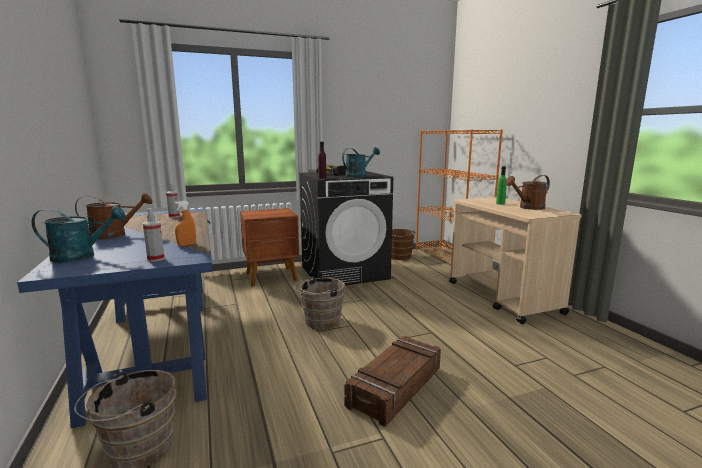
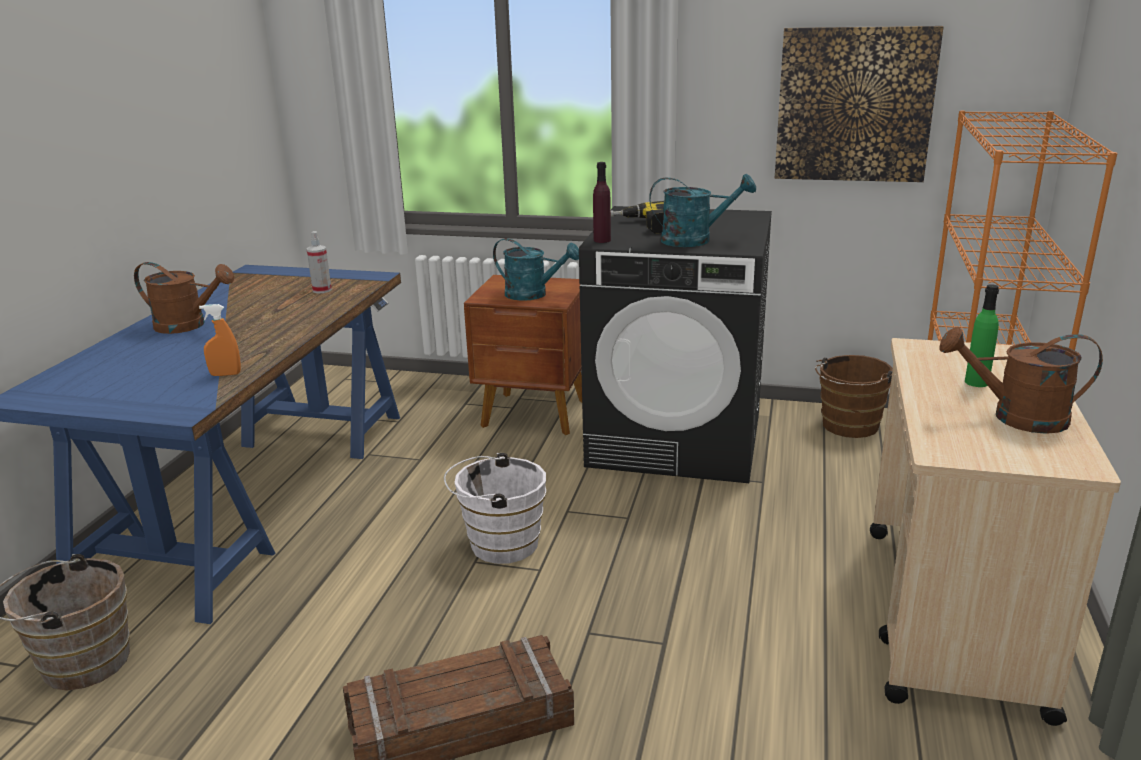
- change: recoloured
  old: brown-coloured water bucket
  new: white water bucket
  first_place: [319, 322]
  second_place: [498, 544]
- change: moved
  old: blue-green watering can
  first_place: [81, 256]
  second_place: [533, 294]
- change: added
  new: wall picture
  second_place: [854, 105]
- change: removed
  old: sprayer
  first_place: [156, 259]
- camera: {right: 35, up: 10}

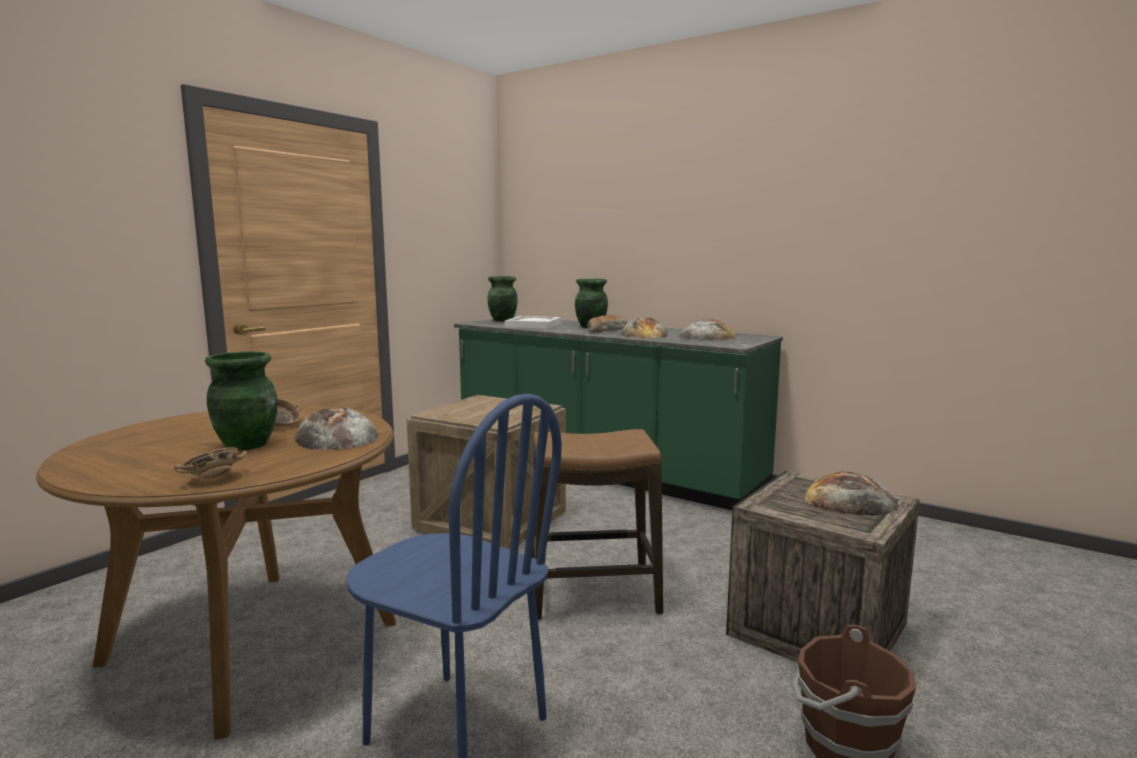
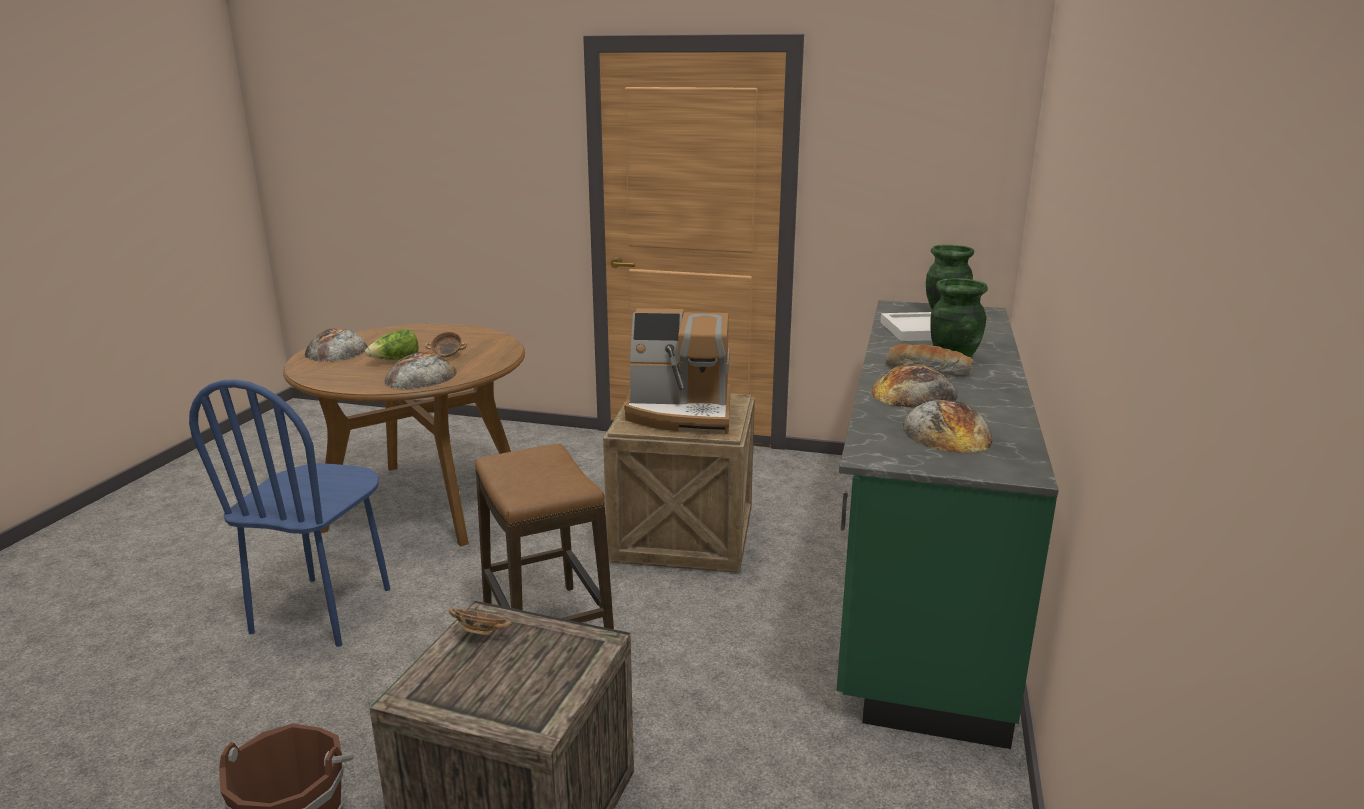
- change: moved
  old: bread
  first_place: [850, 501]
  second_place: [336, 350]
- change: replaced
  old: greenish vase
  new: lettuce head
  first_place: [247, 444]
  second_place: [395, 360]
- change: moved
  old: deep dish
  first_place: [213, 478]
  second_place: [482, 633]
- change: added
  new: coffee machine
  second_place: [681, 413]
- camera: {right: 70, up: 10}

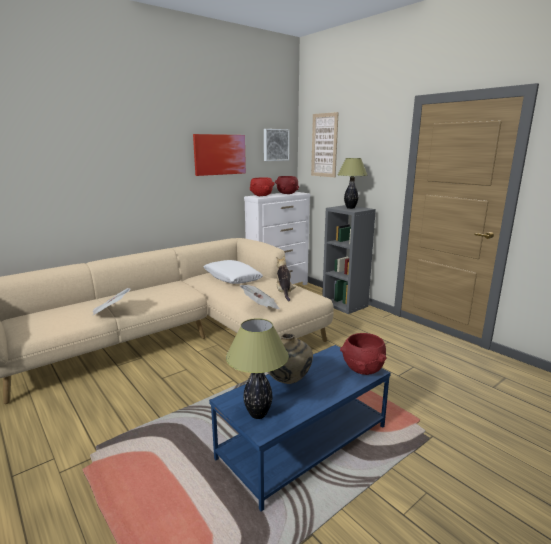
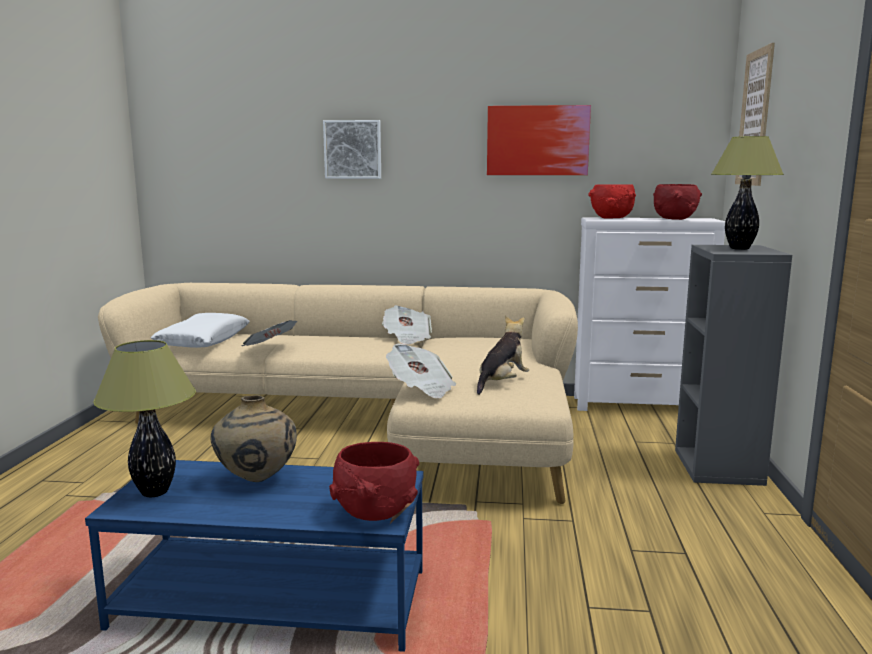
- change: moved
  old: white pillow
  first_place: [232, 278]
  second_place: [203, 341]
- change: moved
  old: wall picture
  first_place: [275, 145]
  second_place: [353, 149]
- change: added
  new: newspaper
  second_place: [407, 338]
- camera: {right: 45, up: -5}

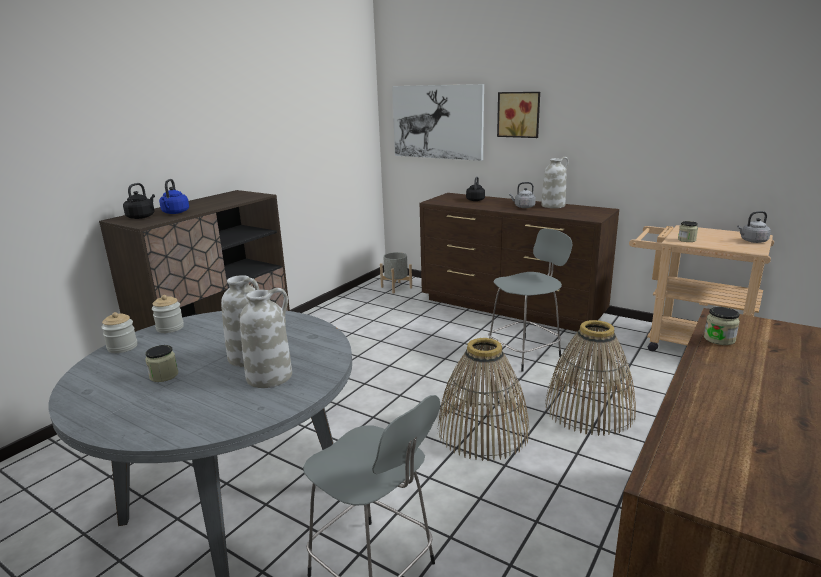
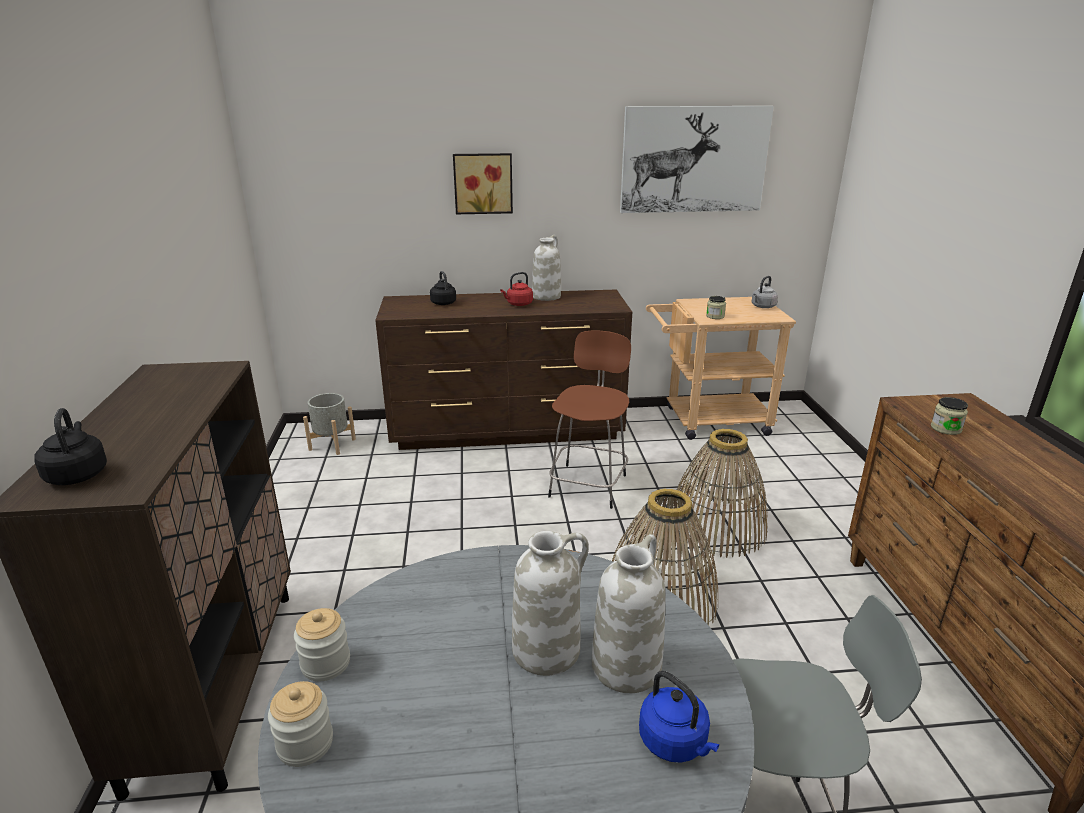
- change: recoloured
  old: gray tea kettle
  new: red-coloured tea kettle
  first_place: [523, 207]
  second_place: [518, 304]
- change: recoloured
  old: gray stool
  new: brown-coloured stool
  first_place: [525, 353]
  second_place: [589, 484]
- change: moved
  old: wall picture
  first_place: [437, 122]
  second_place: [694, 160]
- change: moved
  old: blue-coloured tea kettle
  first_place: [175, 213]
  second_place: [675, 743]
- change: removed
  old: preserve jar
  first_place: [164, 375]
- camera: {right: -40, up: 5}

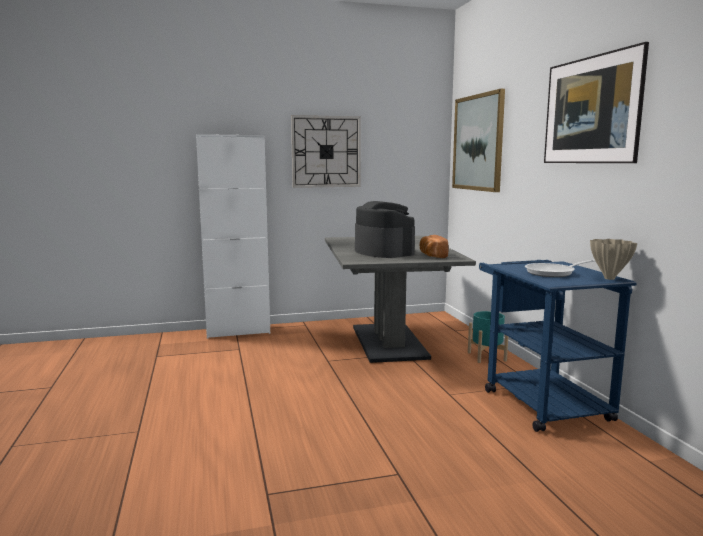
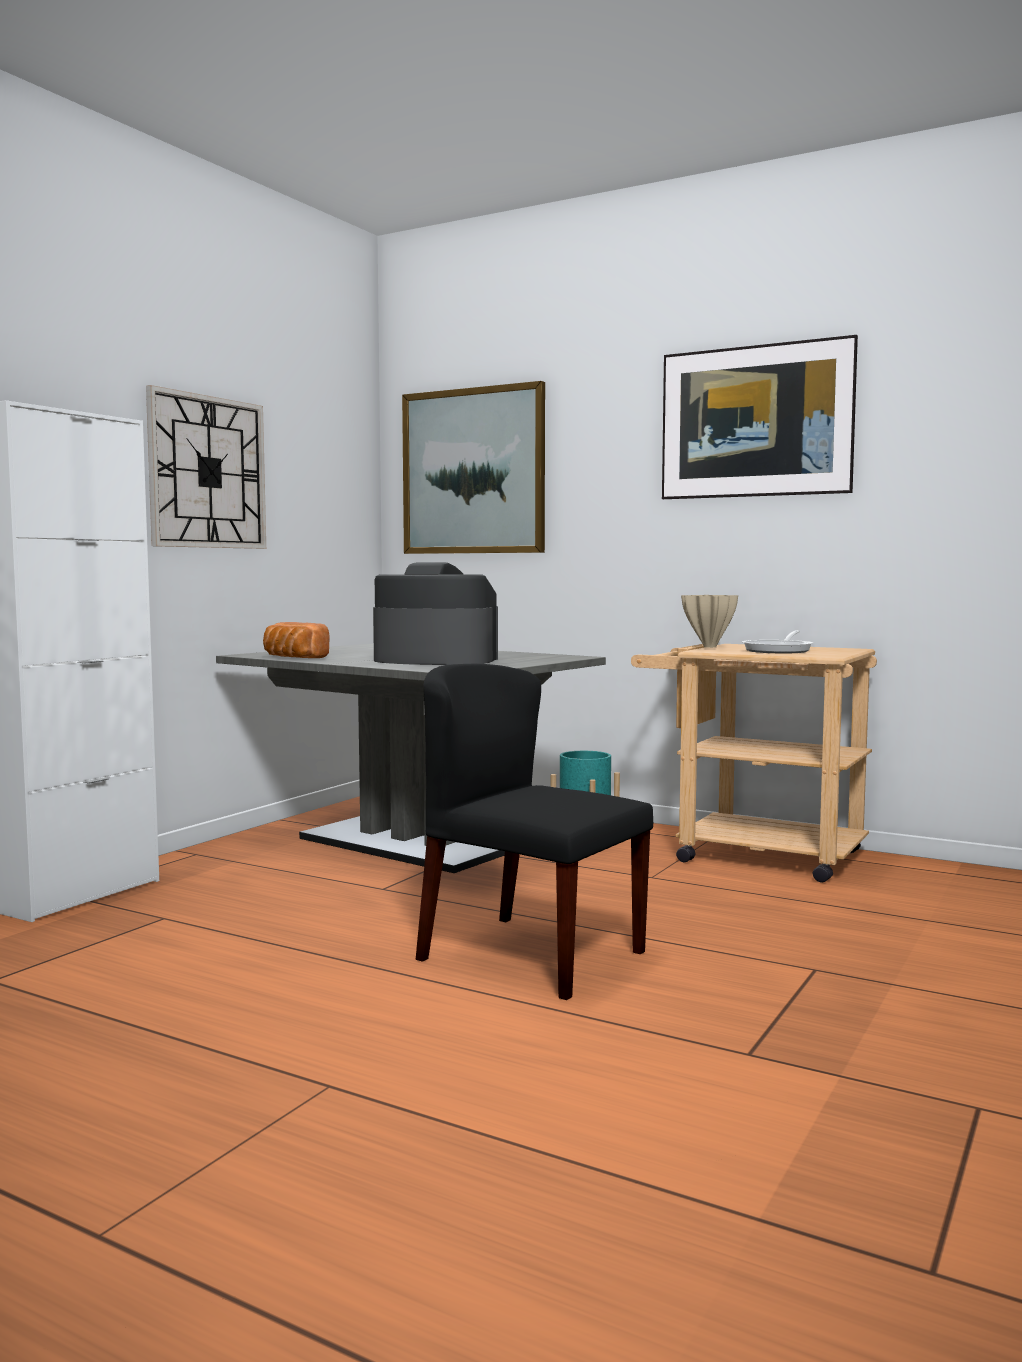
- change: moved
  old: bread
  first_place: [432, 256]
  second_place: [293, 658]
- change: added
  new: black chair
  second_place: [529, 955]
- change: recoloured
  old: blue-coloured cart
  new: beige-coloured cart
  first_place: [539, 400]
  second_place: [752, 854]
- change: moved
  old: beige-coloured vase
  first_place: [609, 278]
  second_place: [709, 647]
- camera: {right: -45, up: -5}

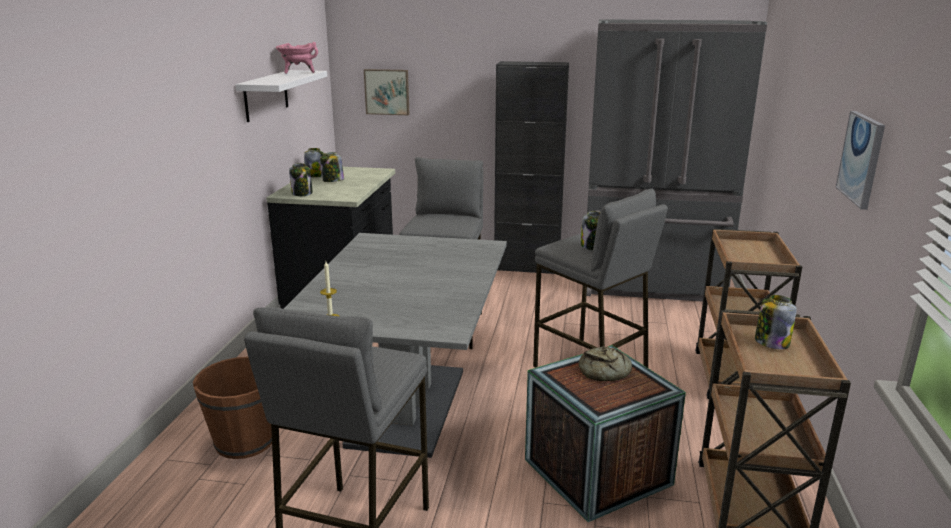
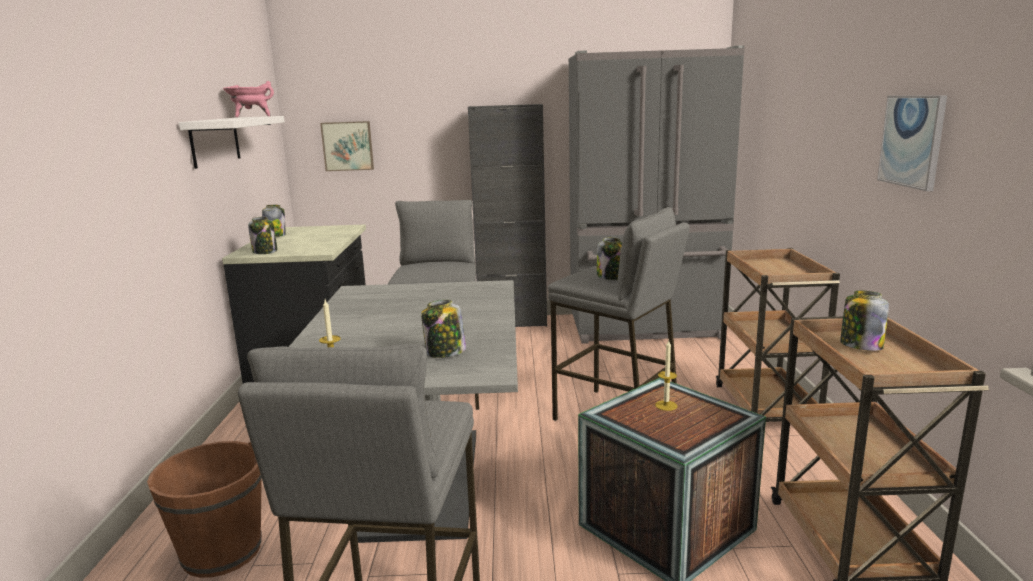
- change: moved
  old: preserve jar
  first_place: [332, 180]
  second_place: [445, 353]
- change: replaced
  old: bread
  new: wax candle
  first_place: [604, 371]
  second_place: [666, 405]
- camera: {right: -10, up: -5}

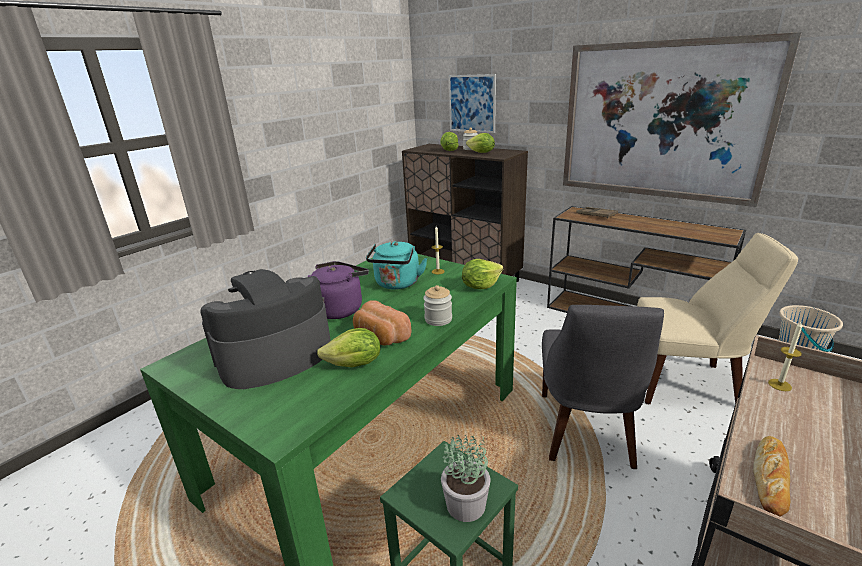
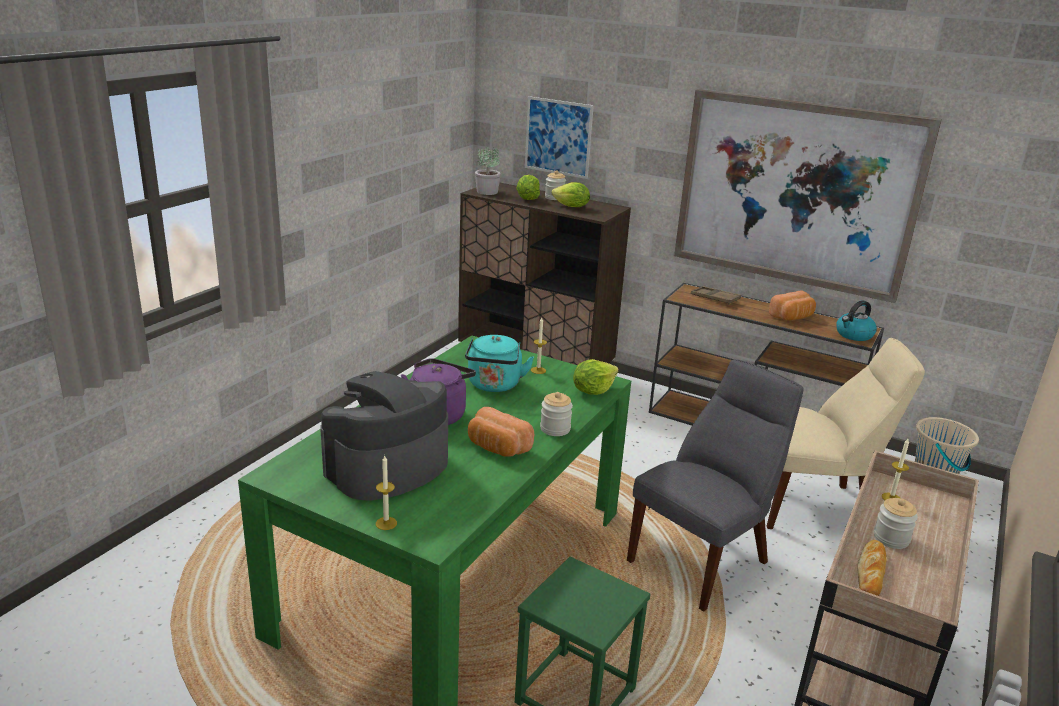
- change: added
  new: wax candle
  second_place: [386, 523]
- change: moved
  old: houseplant
  first_place: [466, 505]
  second_place: [487, 192]
- change: turned
  old: gray chair
  first_place: [586, 433]
  second_place: [703, 560]
  degrees: -135
- change: added
  new: bread
  second_place: [792, 317]
- change: added
  new: tea kettle
  second_place: [854, 335]
- change: added
  new: preserve jar
  second_place: [891, 538]
- change: removed
  old: lettuce head
  first_place: [355, 365]
- camera: {right: -10, up: 0}

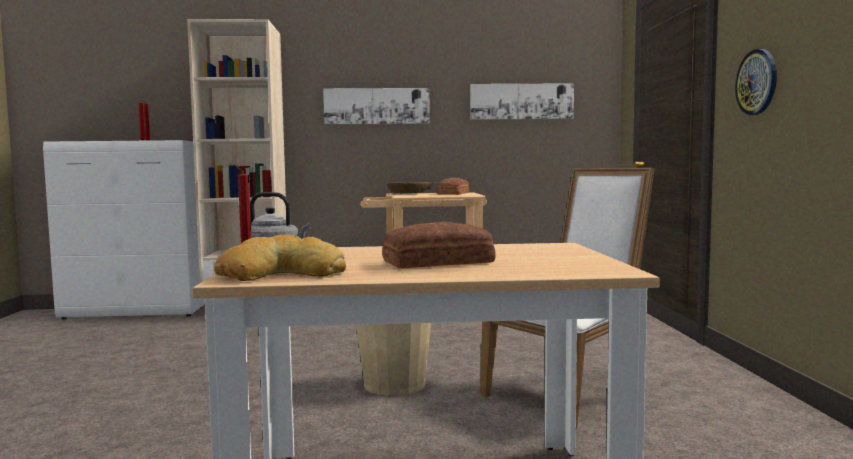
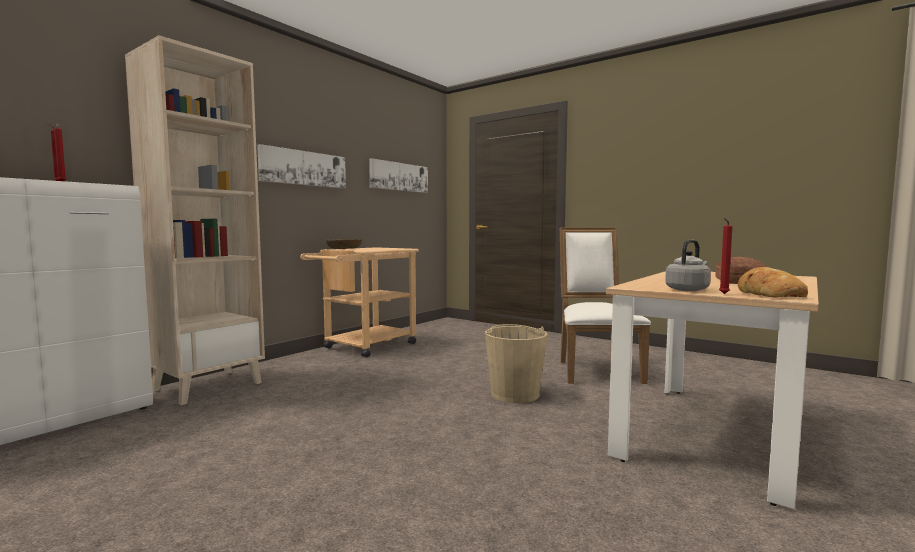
- change: removed
  old: bread
  first_place: [454, 193]
- change: removed
  old: wall clock
  first_place: [757, 82]
- camera: {right: -50, up: 0}

